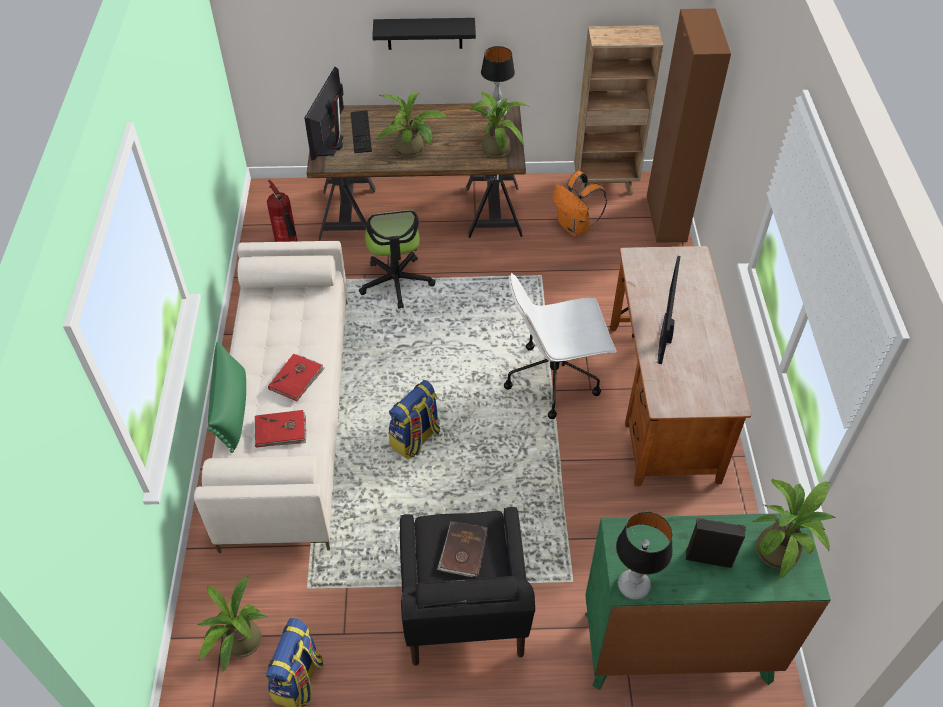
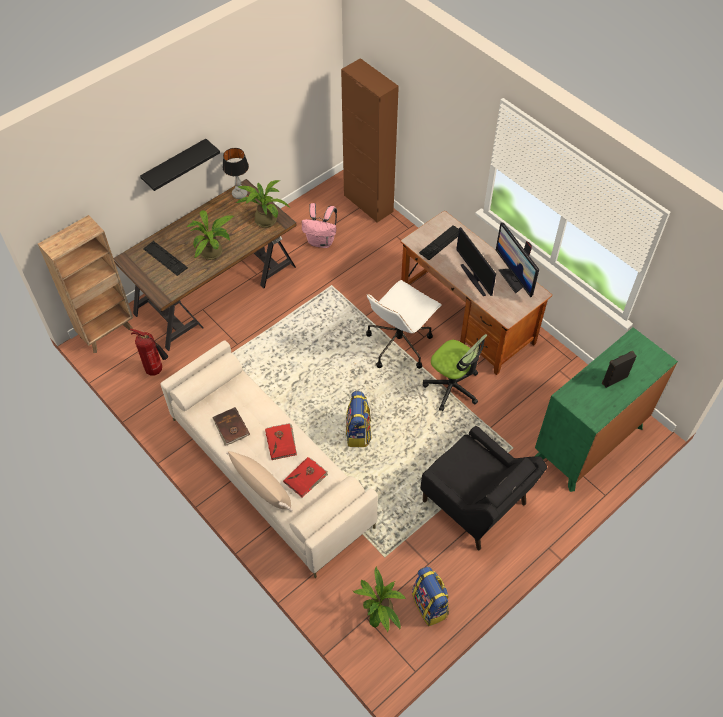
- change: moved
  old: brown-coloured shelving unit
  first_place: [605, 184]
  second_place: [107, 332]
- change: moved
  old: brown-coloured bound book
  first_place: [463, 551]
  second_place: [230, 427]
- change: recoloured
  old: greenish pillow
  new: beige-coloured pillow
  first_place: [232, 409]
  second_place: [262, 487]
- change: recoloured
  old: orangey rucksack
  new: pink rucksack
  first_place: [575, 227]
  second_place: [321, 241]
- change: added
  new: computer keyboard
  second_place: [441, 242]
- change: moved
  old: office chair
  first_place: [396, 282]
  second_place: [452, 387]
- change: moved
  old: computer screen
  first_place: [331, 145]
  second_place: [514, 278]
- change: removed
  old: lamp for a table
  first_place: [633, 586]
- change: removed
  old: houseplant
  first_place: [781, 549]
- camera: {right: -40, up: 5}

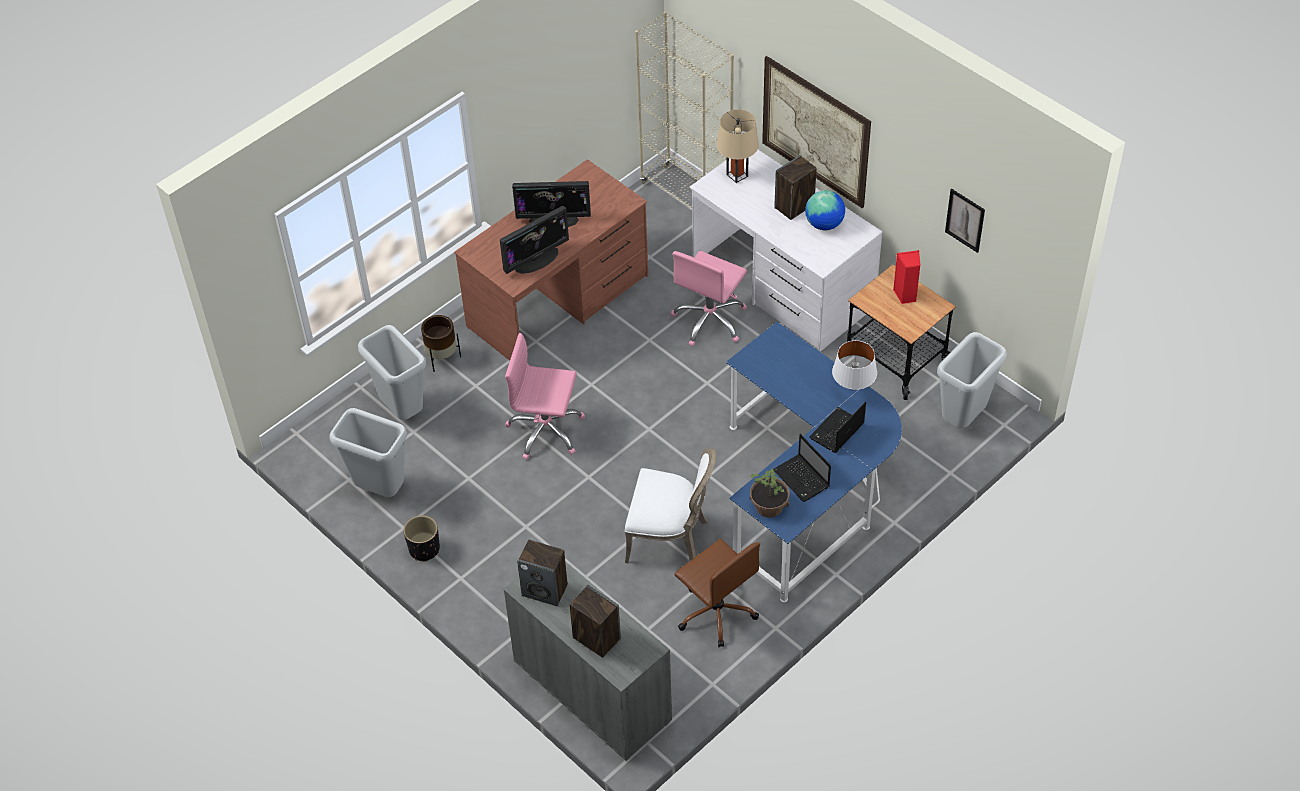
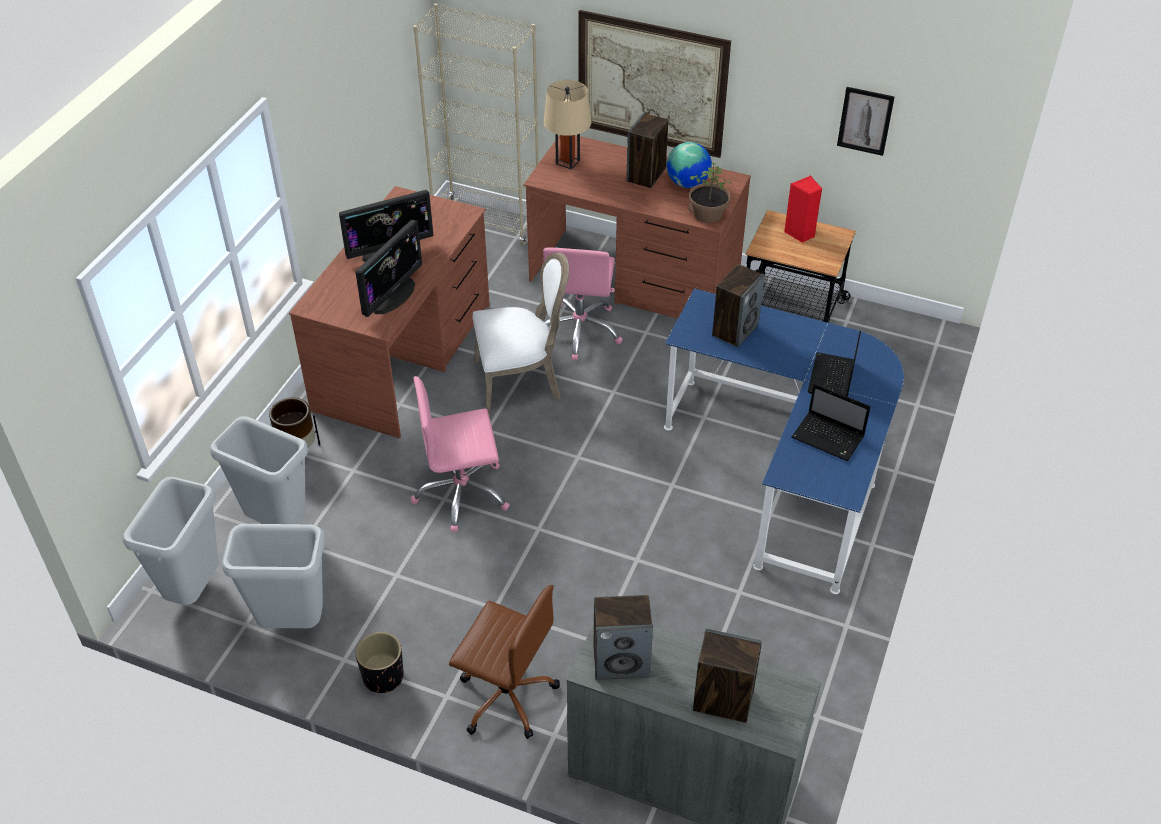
- change: moved
  old: gray trash can
  first_place: [962, 418]
  second_place: [194, 590]
- change: moved
  old: brown-coloured office chair
  first_place: [716, 612]
  second_place: [505, 695]
- change: moved
  old: white chair
  first_place: [670, 539]
  second_place: [521, 382]
- change: recoloured
  old: white desk unit
  new: brown-coloured desk unit
  first_place: [782, 285]
  second_place: [634, 278]
- change: moved
  old: houseplant
  first_place: [769, 505]
  second_place: [708, 213]
- change: added
  new: loudspeaker
  second_place: [735, 330]
- change: removed
  old: white lamp for a table
  first_place: [853, 391]
- camera: {right: -25, up: -5}

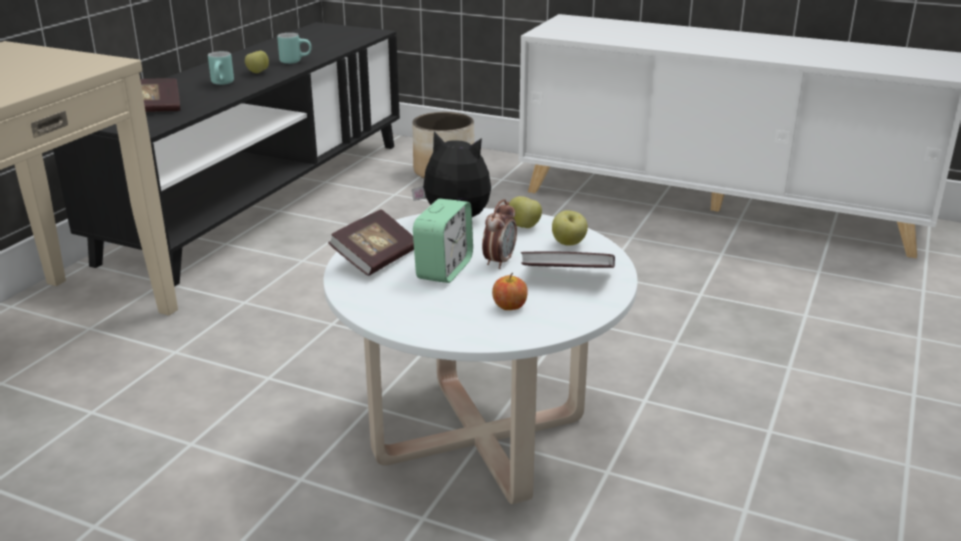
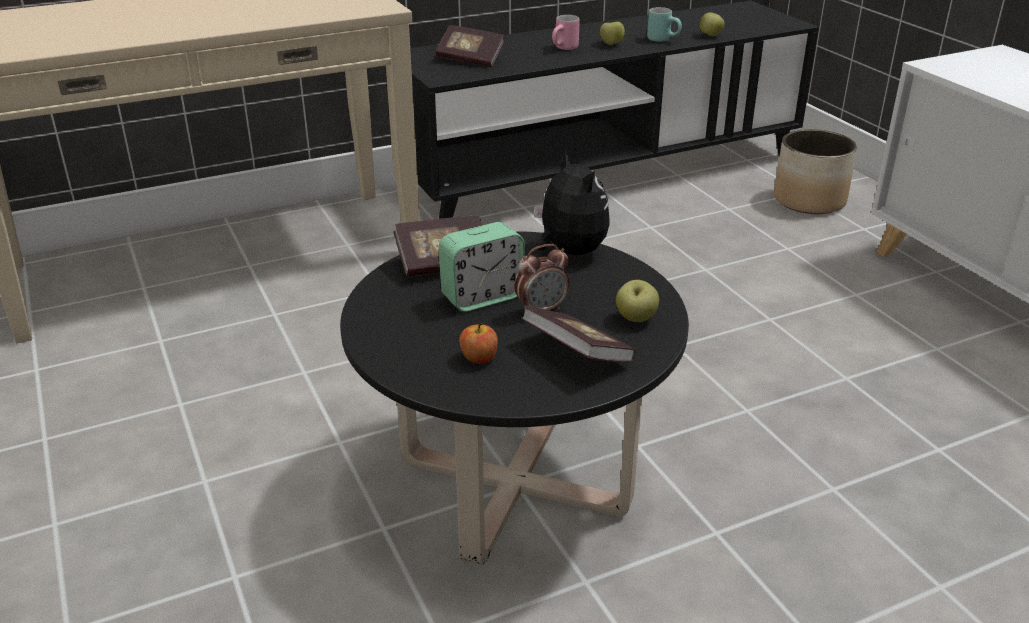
- change: recoloured
  old: white lounge table
  new: black lounge table
  first_place: [480, 437]
  second_place: [514, 484]
- change: recoloured
  old: blue-green coffee mug
  new: pink coffee mug
  first_place: [223, 84]
  second_place: [565, 49]
- change: moved
  old: whole apple
  first_place: [524, 227]
  second_place: [710, 36]
- camera: {right: 40, up: 5}

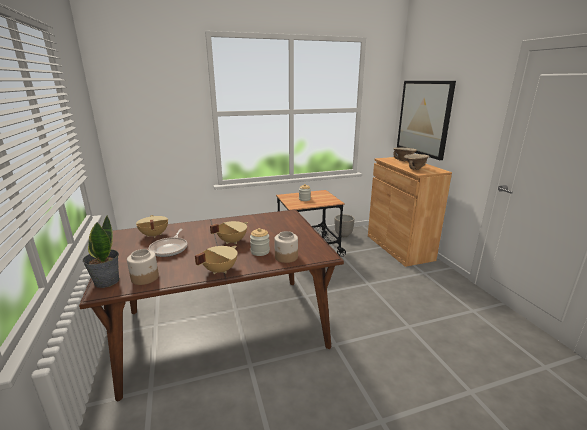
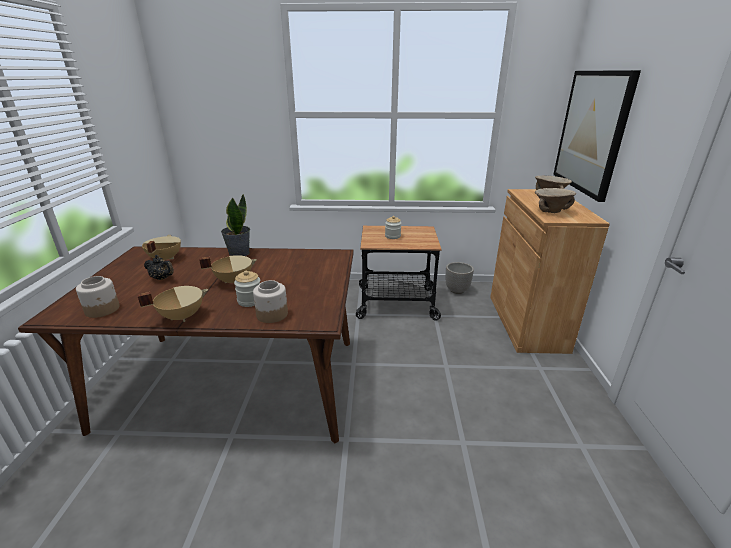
- change: replaced
  old: frying pan
  new: black tea pot
  first_place: [170, 249]
  second_place: [162, 278]
- change: moved
  old: houseplant
  first_place: [106, 281]
  second_place: [239, 253]
- camera: {right: 20, up: 5}

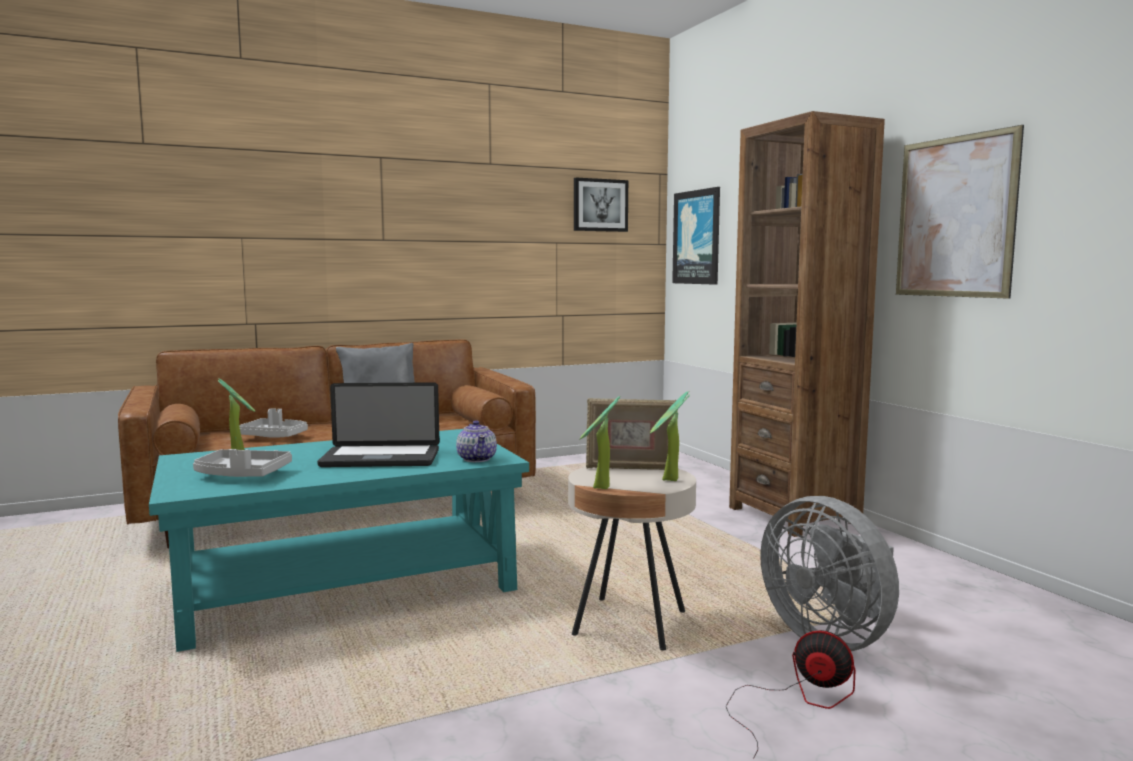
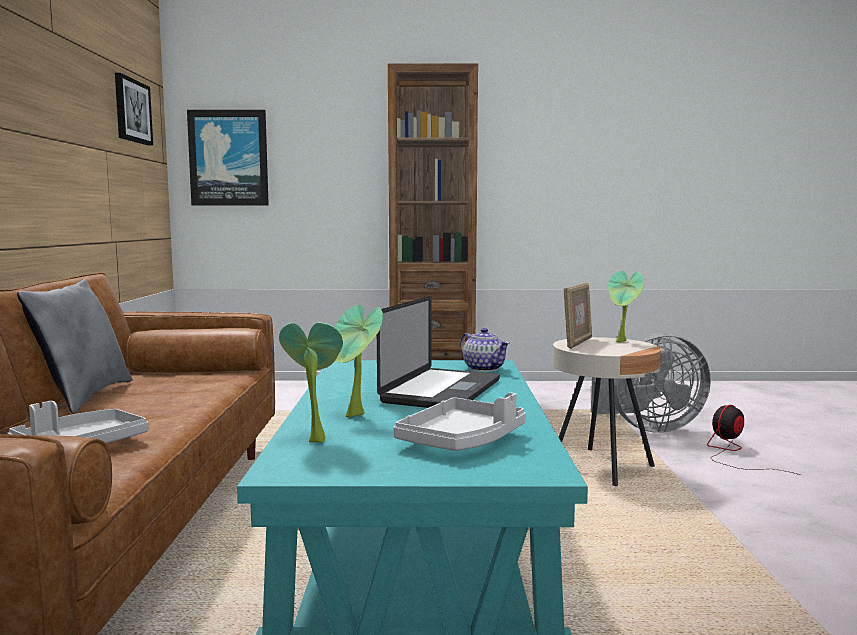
- change: moved
  old: houseplant
  first_place: [599, 489]
  second_place: [355, 416]
- change: turned
  old: tea pot
  first_place: [477, 459]
  second_place: [484, 368]
  degrees: 45
- change: removed
  old: wall picture
  first_place: [955, 217]
- camera: {right: -65, up: 0}

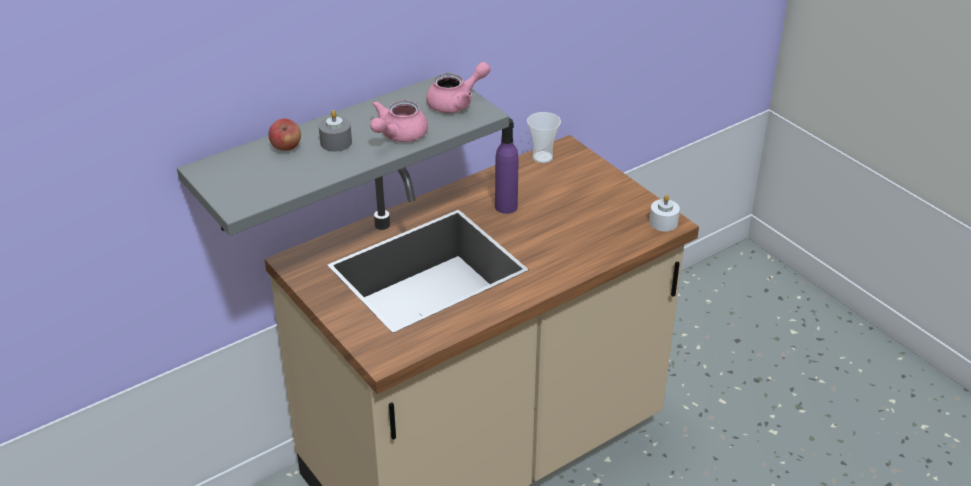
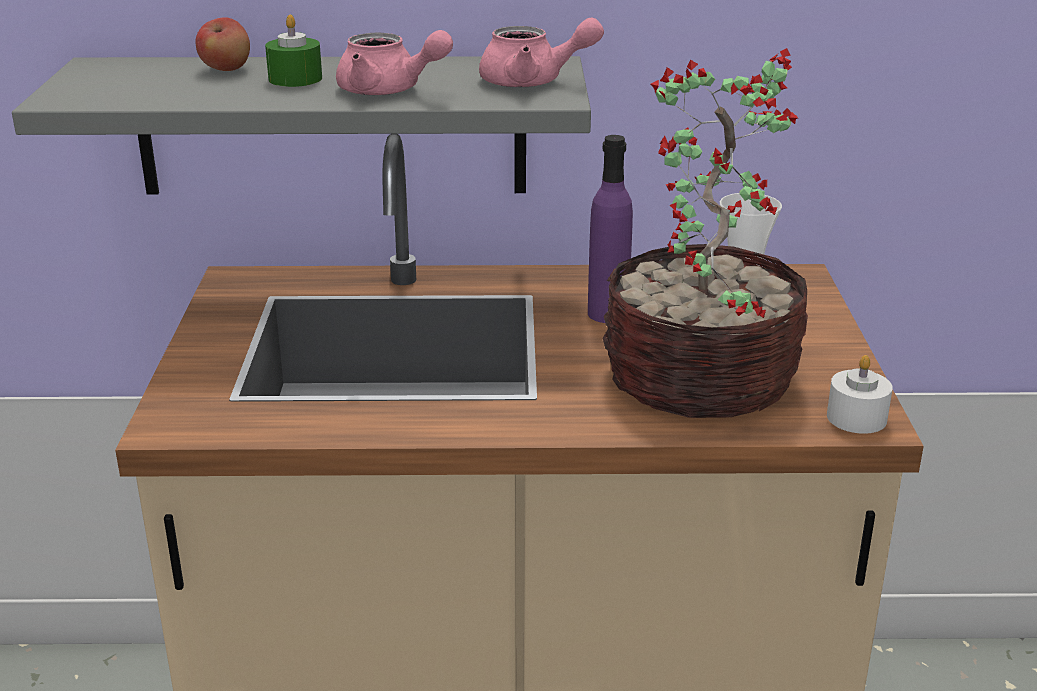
- change: recoloured
  old: gray wax candle
  new: greenish wax candle
  first_place: [336, 142]
  second_place: [295, 79]
- change: turned
  old: pink tea pot
  first_place: [398, 135]
  second_place: [389, 91]
  degrees: -135
- change: added
  new: houseplant
  second_place: [701, 380]
- camera: {right: 35, up: -10}

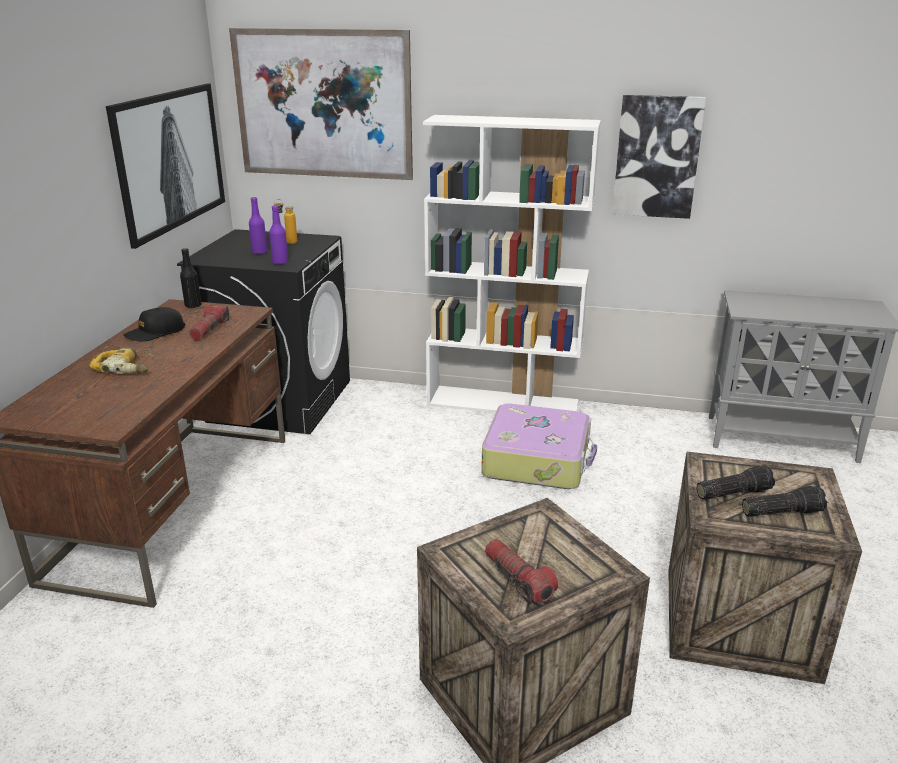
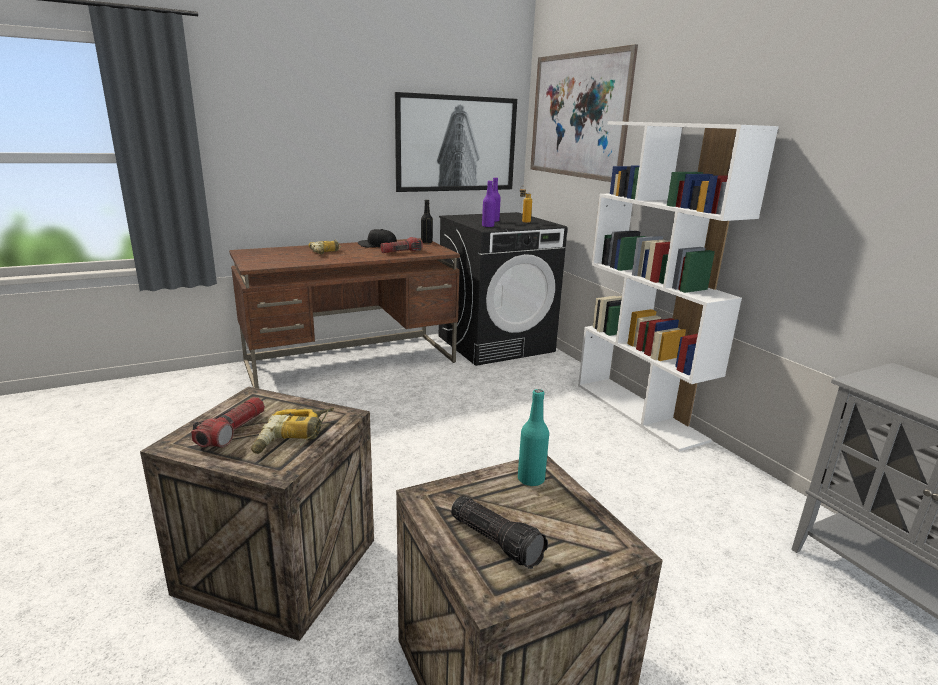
- change: added
  new: drill
  second_place: [294, 438]
- change: added
  new: blue-green bottle
  second_place: [531, 479]
- change: removed
  old: suitcase
  first_place: [537, 460]
- change: removed
  old: wall picture
  first_place: [657, 157]
- change: removed
  old: hand torch
  first_place: [733, 492]
- camera: {right: 50, up: -5}

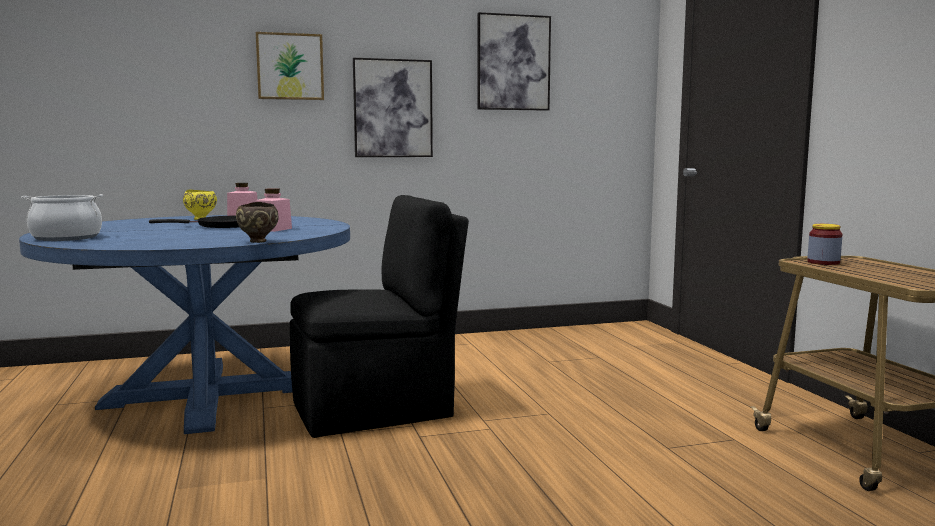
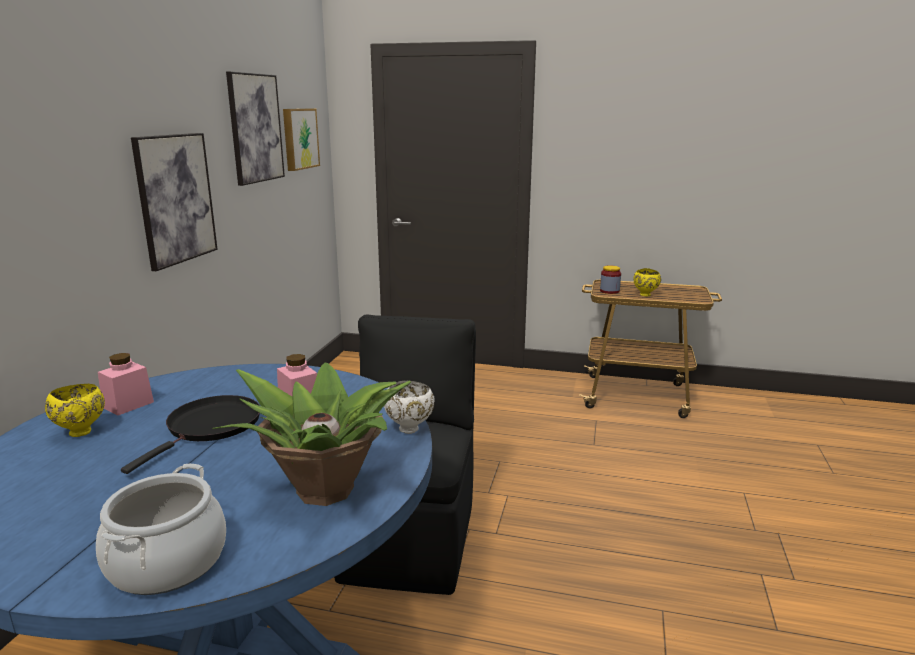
- change: added
  new: houseplant
  second_place: [325, 488]
- change: moved
  old: wall picture
  first_place: [290, 67]
  second_place: [299, 138]
- change: recoloured
  old: brown-coloured deep dish
  new: white deep dish
  first_place: [258, 241]
  second_place: [410, 429]
- change: added
  new: yellow-coloured deep dish
  second_place: [645, 295]
- camera: {right: -60, up: 10}

